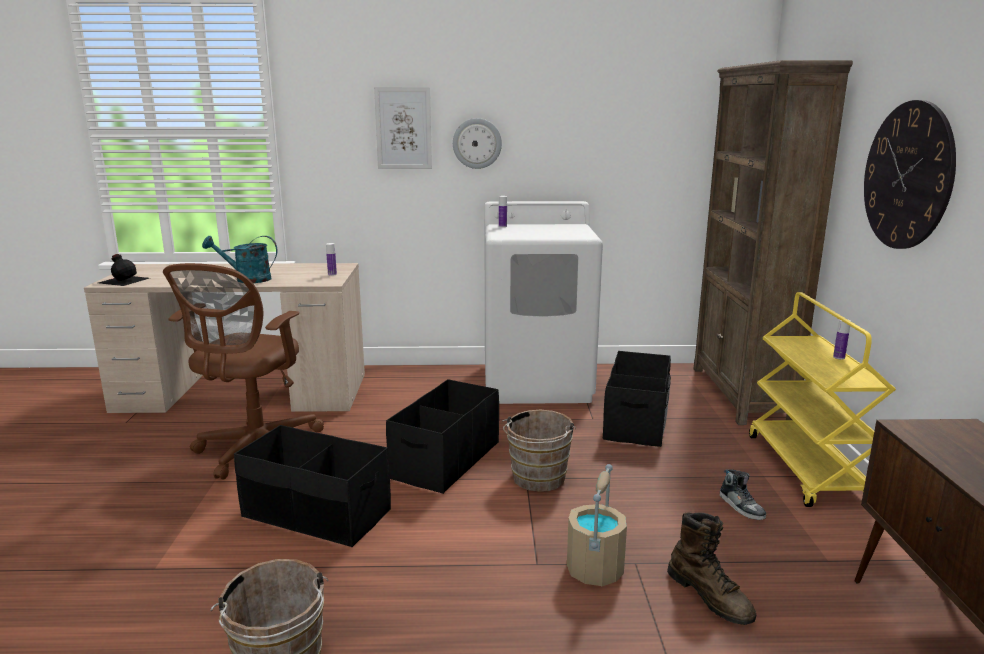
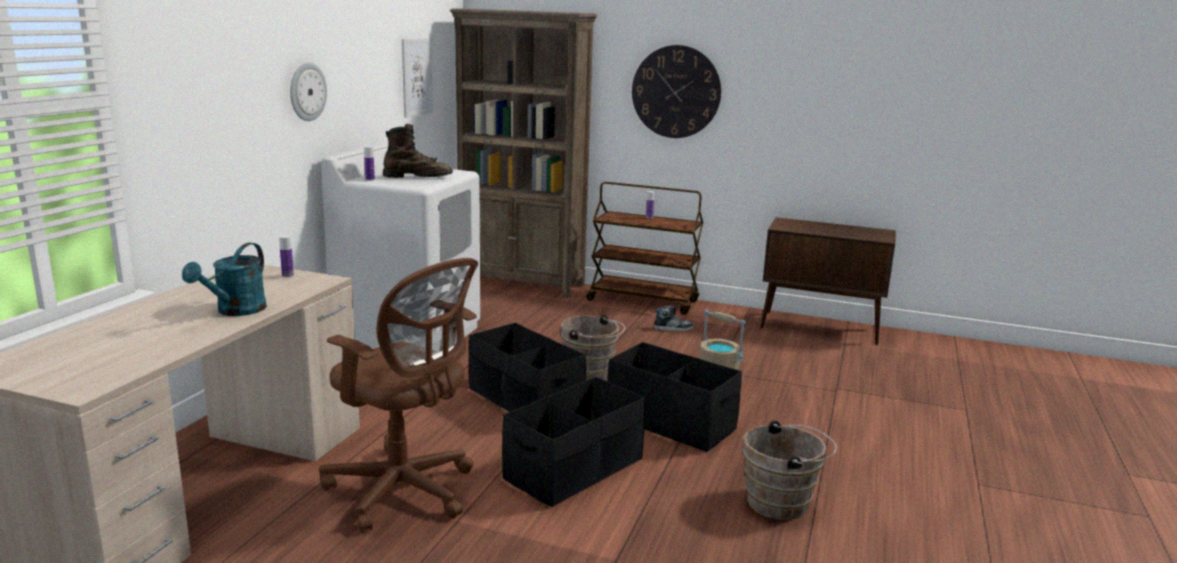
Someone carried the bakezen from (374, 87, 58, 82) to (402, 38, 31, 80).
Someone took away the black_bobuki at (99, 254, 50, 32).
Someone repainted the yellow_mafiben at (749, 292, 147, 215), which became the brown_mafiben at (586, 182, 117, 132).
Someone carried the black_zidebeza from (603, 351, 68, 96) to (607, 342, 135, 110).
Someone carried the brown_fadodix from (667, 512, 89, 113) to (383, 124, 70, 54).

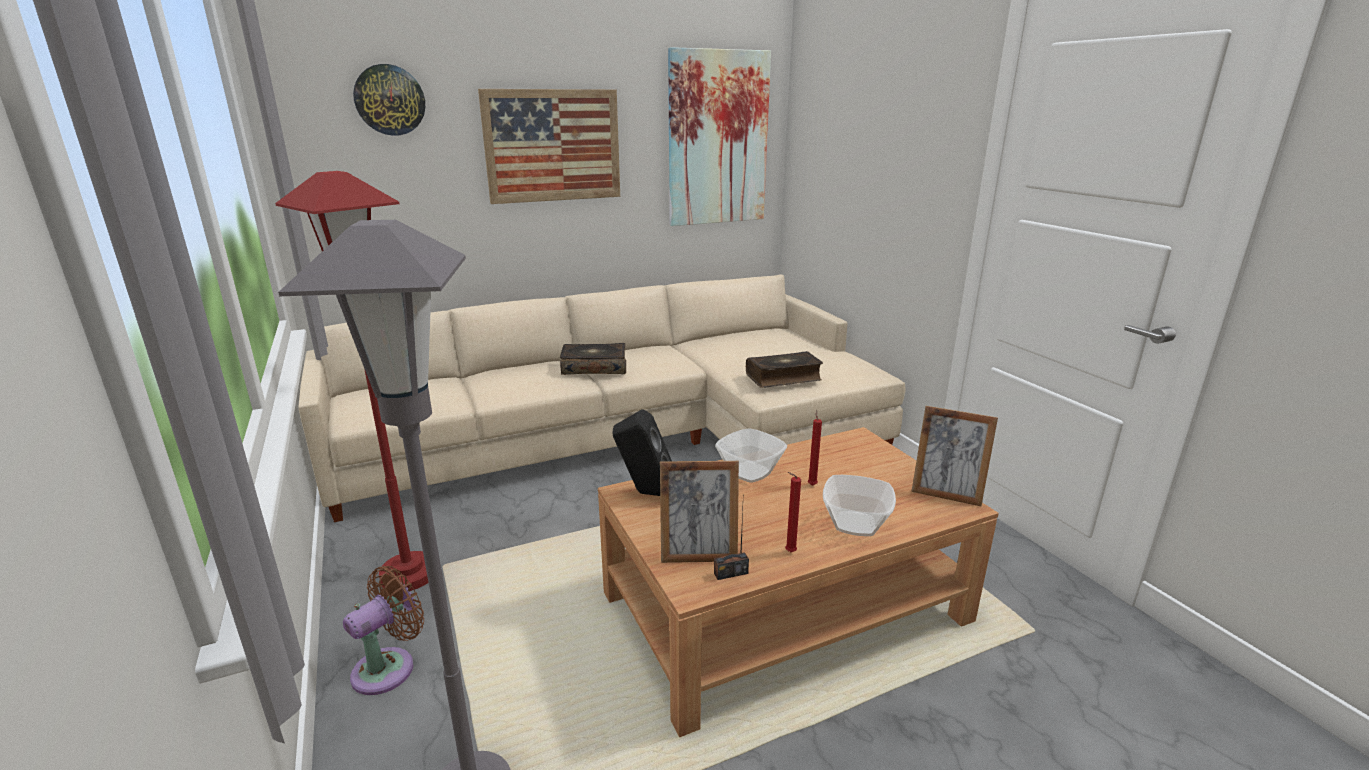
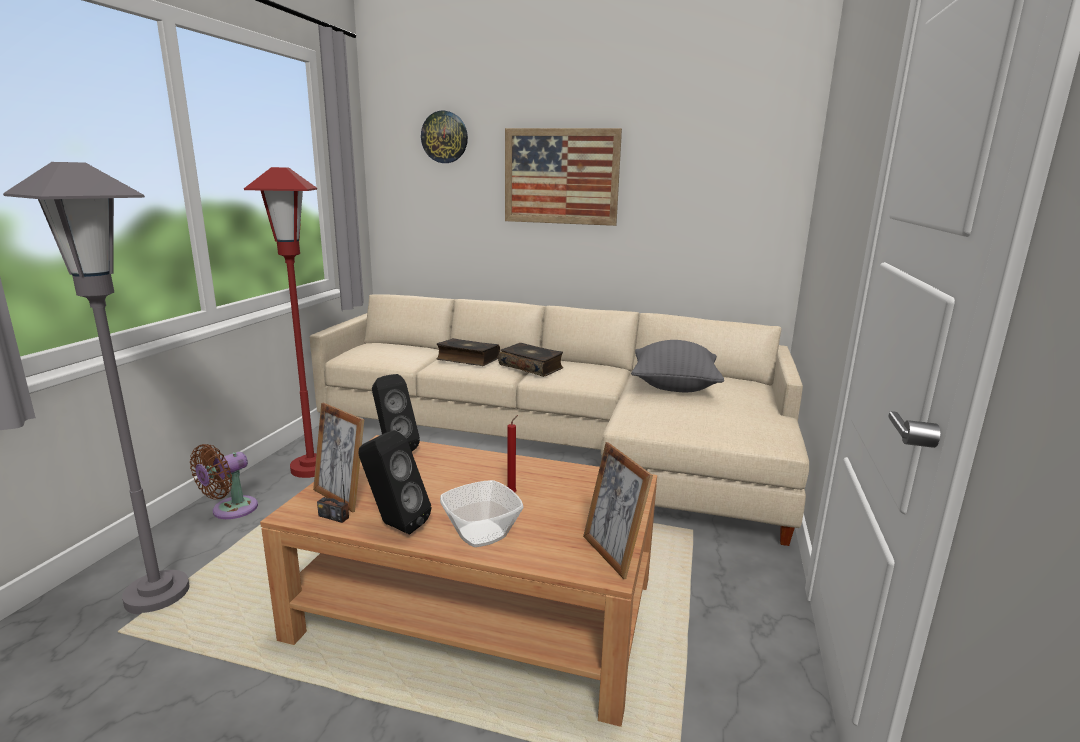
Someone took away the bakezen at (668, 47, 103, 179).
Someone carried the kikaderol from (746, 351, 77, 37) to (437, 338, 63, 28).
Someone took away the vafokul at (715, 428, 72, 55).
Someone swapped the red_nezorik at (785, 472, 16, 80) for the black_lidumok at (358, 430, 73, 104).
Someone rotated the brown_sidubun at (343, 566, 81, 129) by 135 degrees clockwise.
Someone put down the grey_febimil at (631, 340, 93, 52).

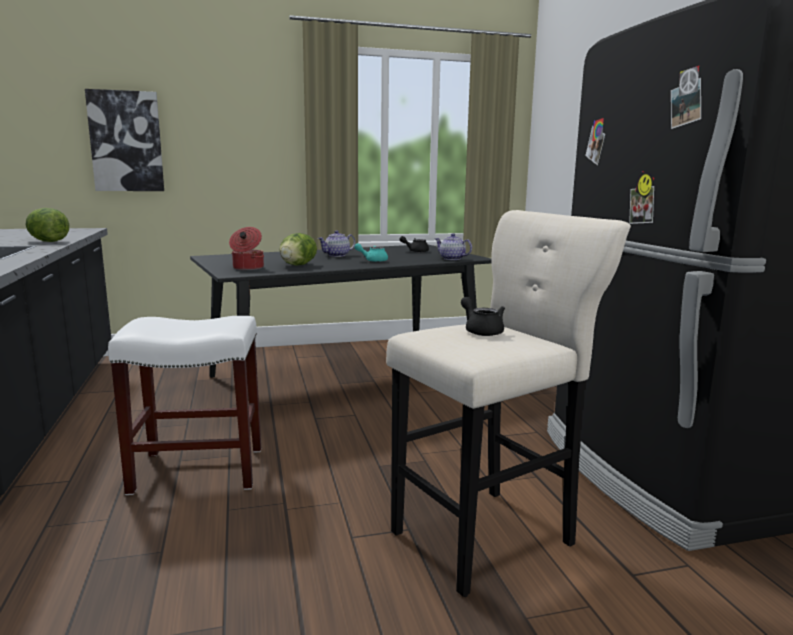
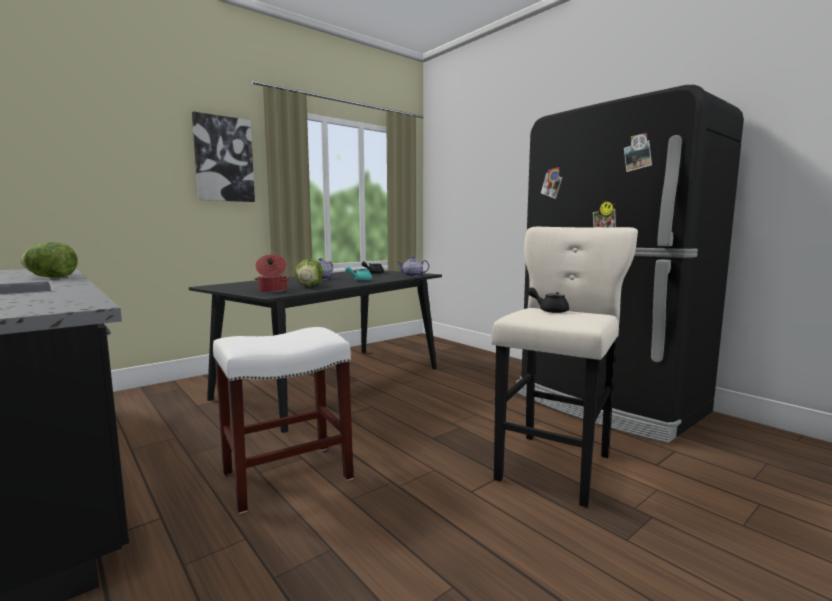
Someone carried the bakezen from (85, 89, 79, 102) to (192, 112, 63, 90).

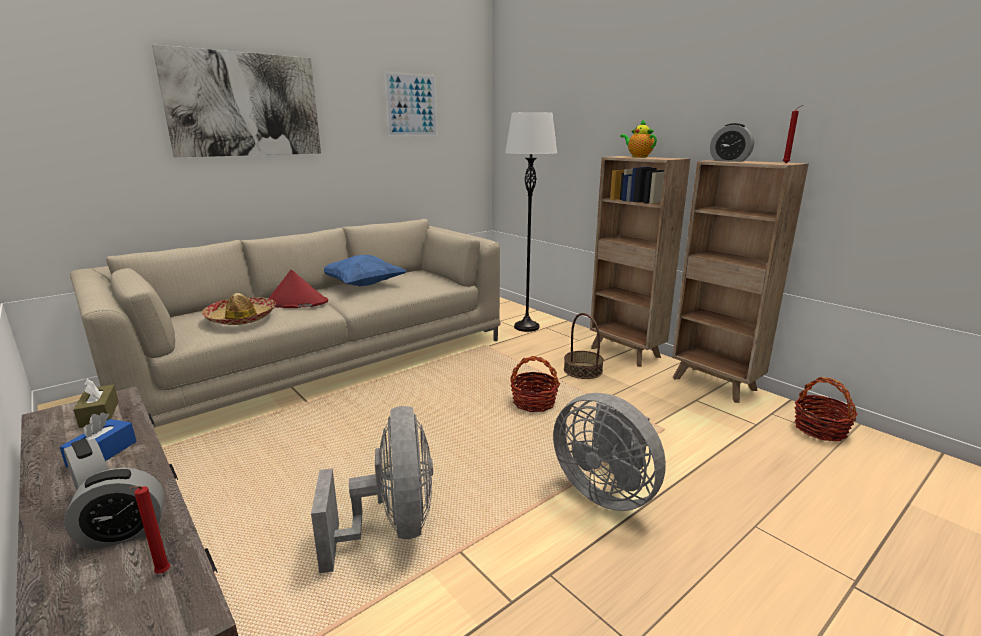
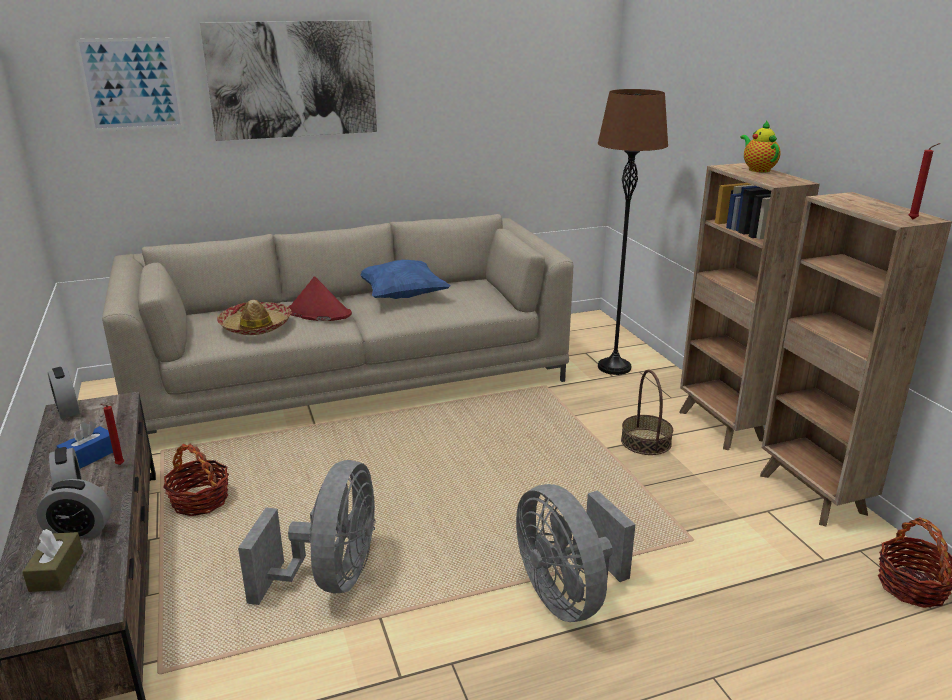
Someone carried the bakezen from (384, 71, 54, 66) to (75, 37, 109, 95).
Someone repainted the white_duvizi at (505, 112, 52, 220), which became the brown_duvizi at (598, 89, 70, 286).
Someone carried the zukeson from (710, 123, 44, 39) to (48, 367, 32, 52).
Someone carried the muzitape from (510, 356, 50, 56) to (163, 443, 66, 73).
Someone carried the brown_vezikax from (73, 379, 46, 49) to (22, 529, 61, 63).
Someone carried the red_nezorik from (129, 486, 41, 88) to (99, 404, 25, 61).

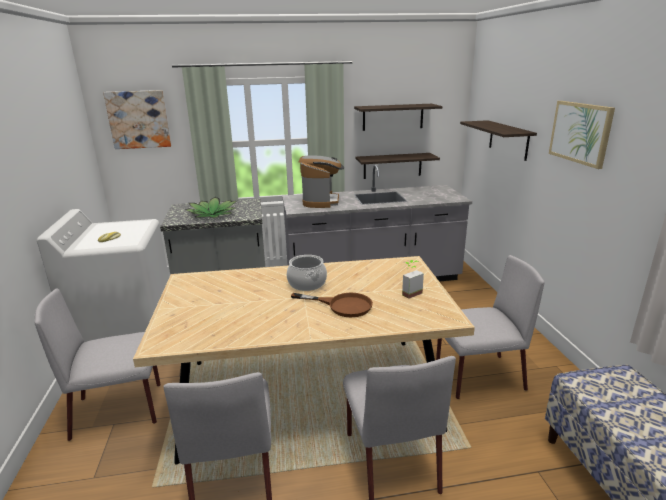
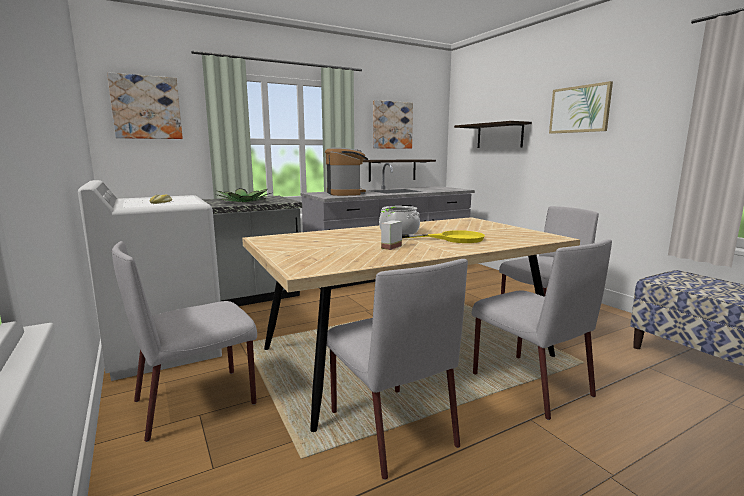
Someone swapped the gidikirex at (354, 104, 88, 27) for the bakezen at (373, 100, 40, 49).
Someone carried the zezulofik from (402, 260, 22, 39) to (381, 207, 21, 43).
Someone repainted the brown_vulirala at (291, 292, 82, 25), which became the yellow_vulirala at (402, 230, 83, 13).

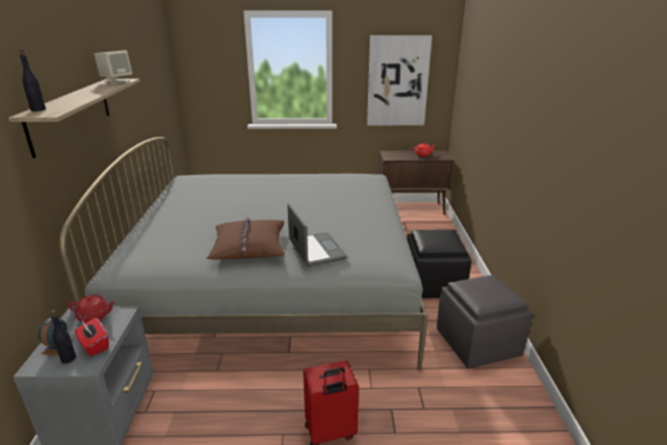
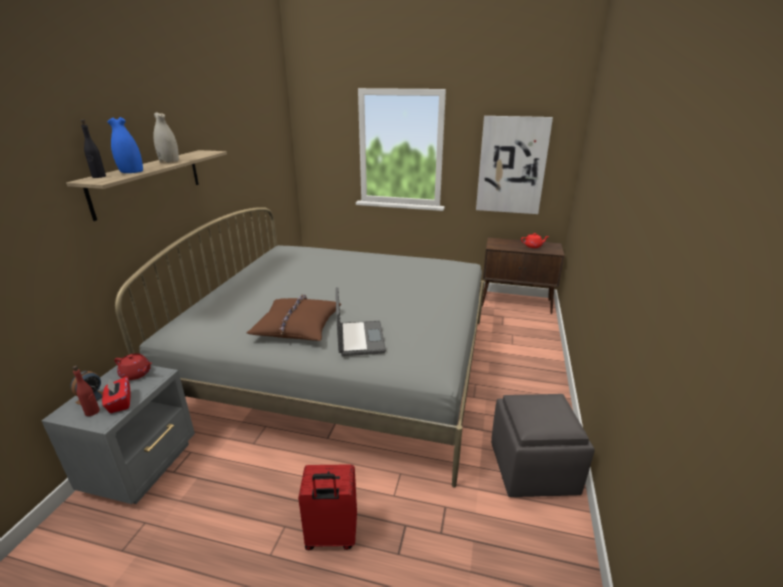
Someone took away the beige_lidumok at (94, 50, 38, 34).
Someone took away the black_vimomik at (407, 230, 64, 68).
Someone repainted the black_bobuki at (50, 310, 26, 54), which became the red_bobuki at (73, 366, 27, 50).
Someone put down the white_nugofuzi at (153, 113, 26, 50).
Someone put down the blue_nugofuzi at (108, 117, 35, 56).

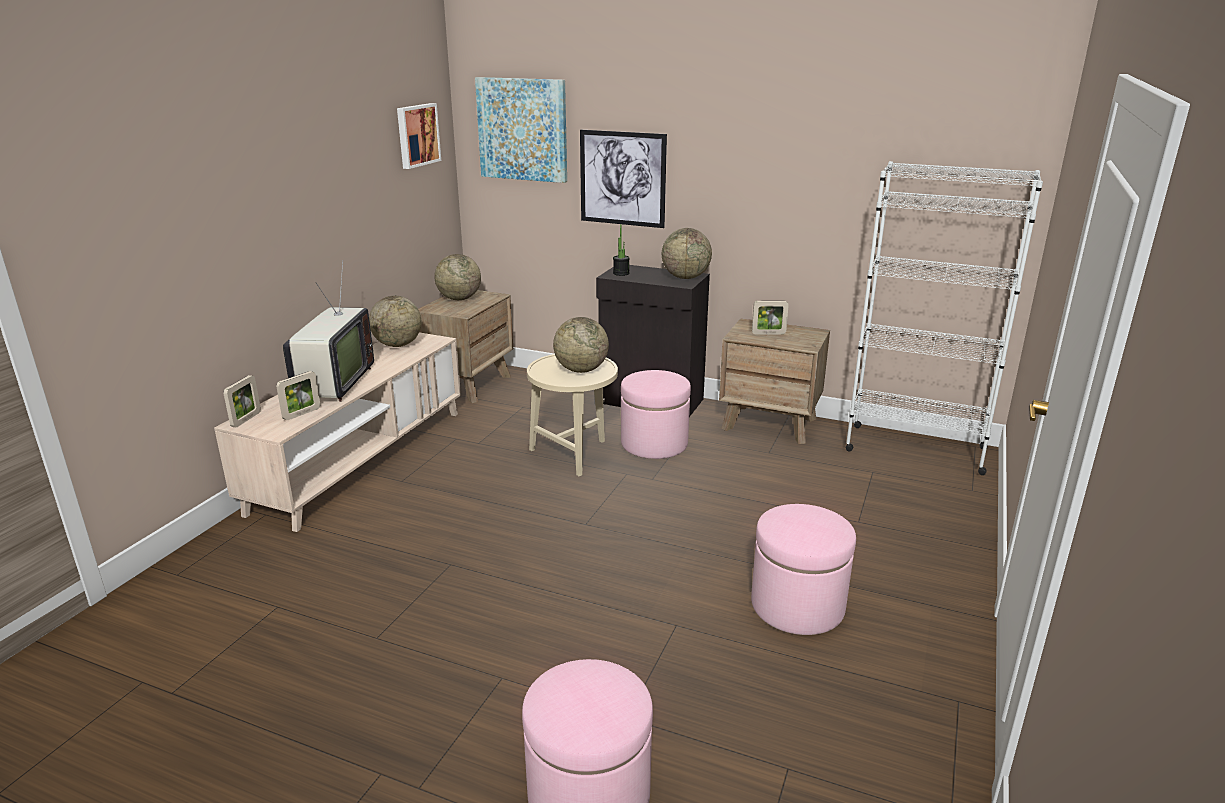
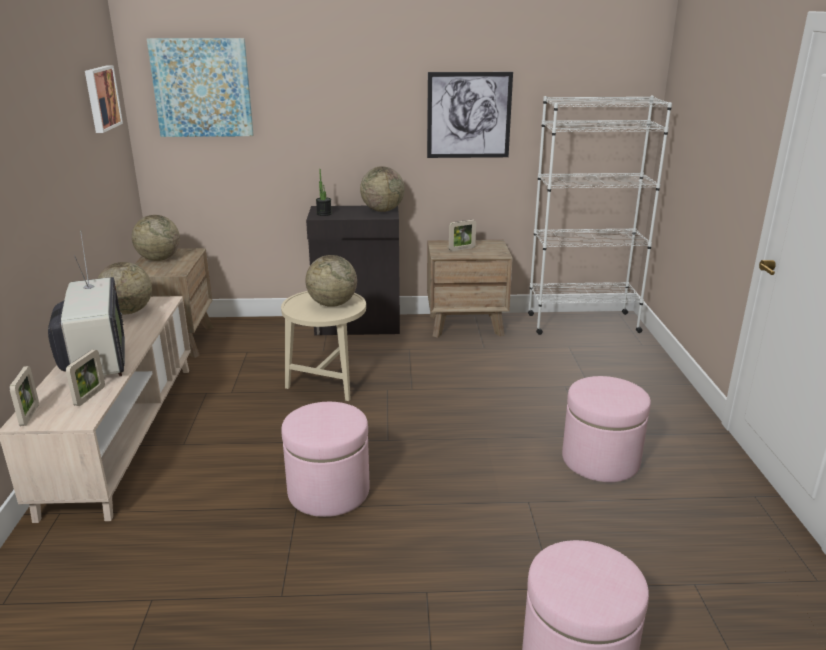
Someone carried the bakezen from (580, 130, 87, 98) to (427, 72, 86, 86).
Someone carried the pink_vimomik from (621, 370, 70, 89) to (281, 402, 89, 115).

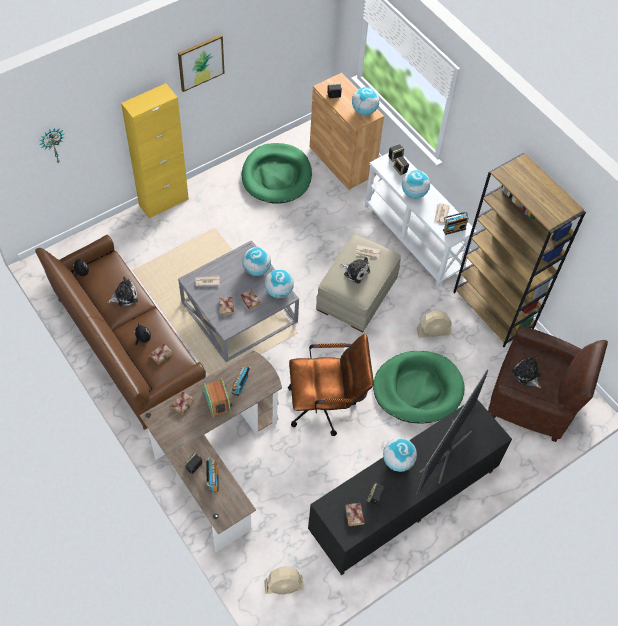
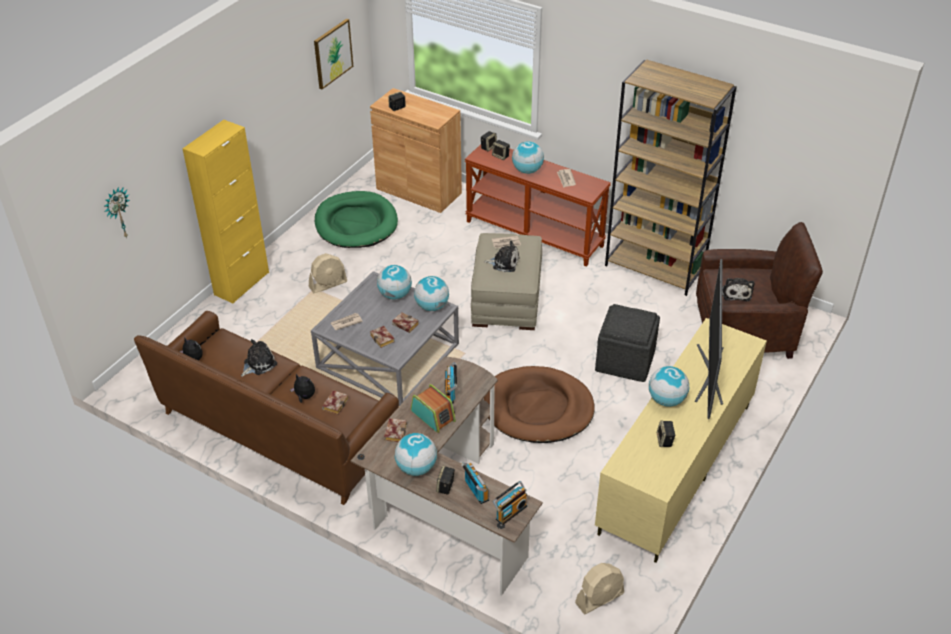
Someone carried the bakezen from (178, 35, 47, 57) to (314, 19, 39, 70).
Someone carried the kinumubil from (352, 87, 27, 28) to (395, 433, 42, 43).
Someone repainted the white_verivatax at (365, 153, 112, 134), which became the brown_verivatax at (465, 144, 146, 123).
Someone carried the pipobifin from (443, 212, 26, 23) to (492, 481, 35, 44).
Someone carried the beige_sidubun from (417, 310, 35, 28) to (309, 253, 38, 40).
Someone swapped the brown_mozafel at (288, 334, 86, 102) for the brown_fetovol at (483, 366, 112, 77).
Someone swapped the green_fetovol at (373, 351, 91, 72) for the grey_vimomik at (595, 304, 65, 78).
Someone rotated the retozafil at (512, 356, 29, 32) by 120 degrees counterclockwise.
Someone repainted the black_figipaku at (308, 399, 204, 177), which became the beige_figipaku at (595, 318, 172, 245).
Someone took away the kikaderol at (345, 503, 19, 23).

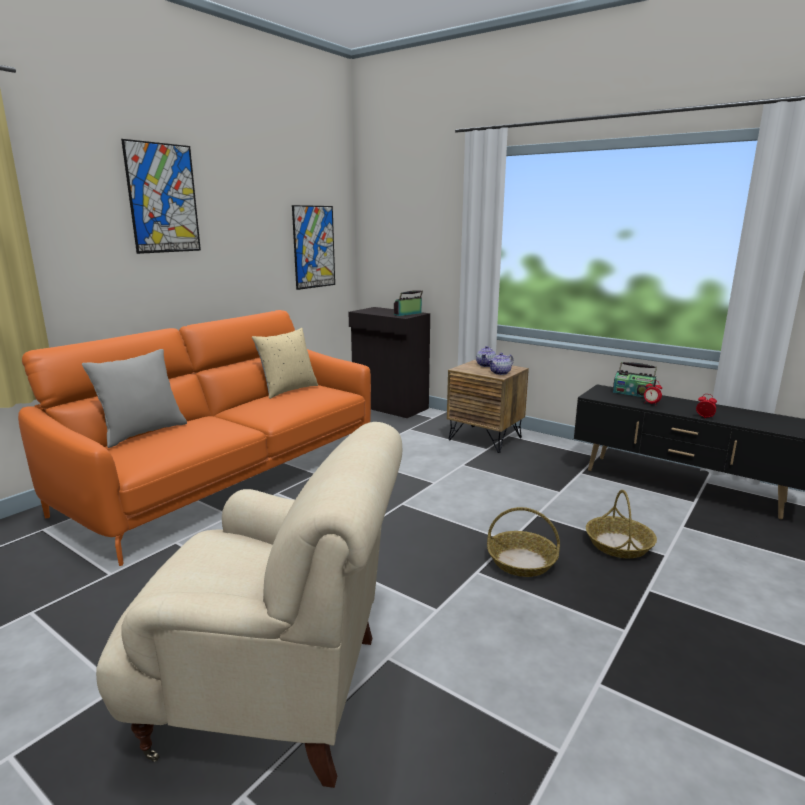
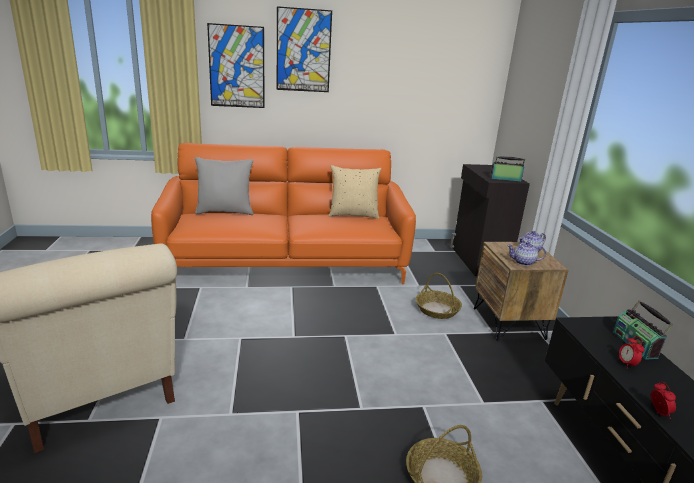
Someone carried the bakezen from (292, 205, 43, 85) to (207, 23, 58, 85).
Someone carried the muzitape from (487, 507, 73, 70) to (416, 273, 46, 46).

